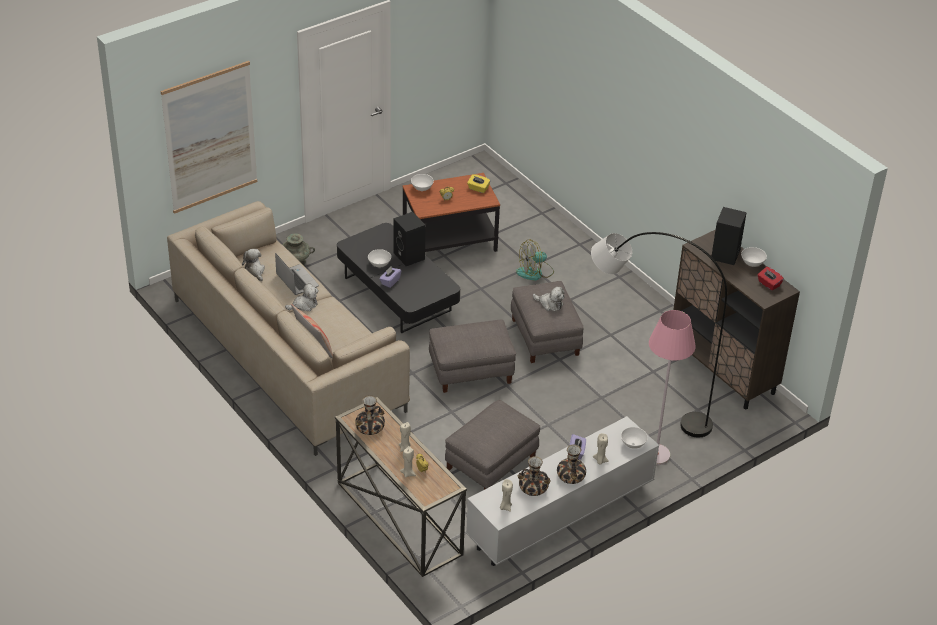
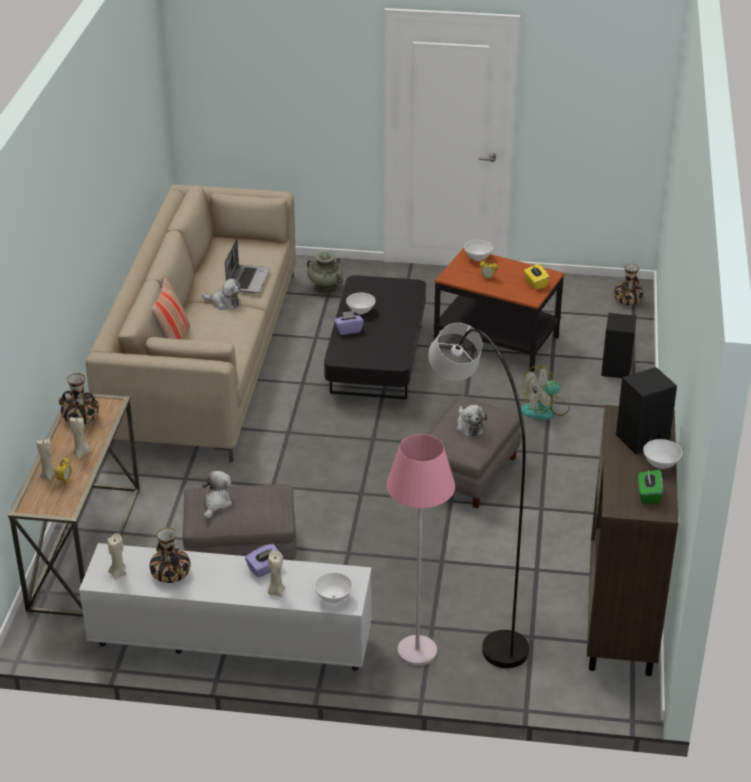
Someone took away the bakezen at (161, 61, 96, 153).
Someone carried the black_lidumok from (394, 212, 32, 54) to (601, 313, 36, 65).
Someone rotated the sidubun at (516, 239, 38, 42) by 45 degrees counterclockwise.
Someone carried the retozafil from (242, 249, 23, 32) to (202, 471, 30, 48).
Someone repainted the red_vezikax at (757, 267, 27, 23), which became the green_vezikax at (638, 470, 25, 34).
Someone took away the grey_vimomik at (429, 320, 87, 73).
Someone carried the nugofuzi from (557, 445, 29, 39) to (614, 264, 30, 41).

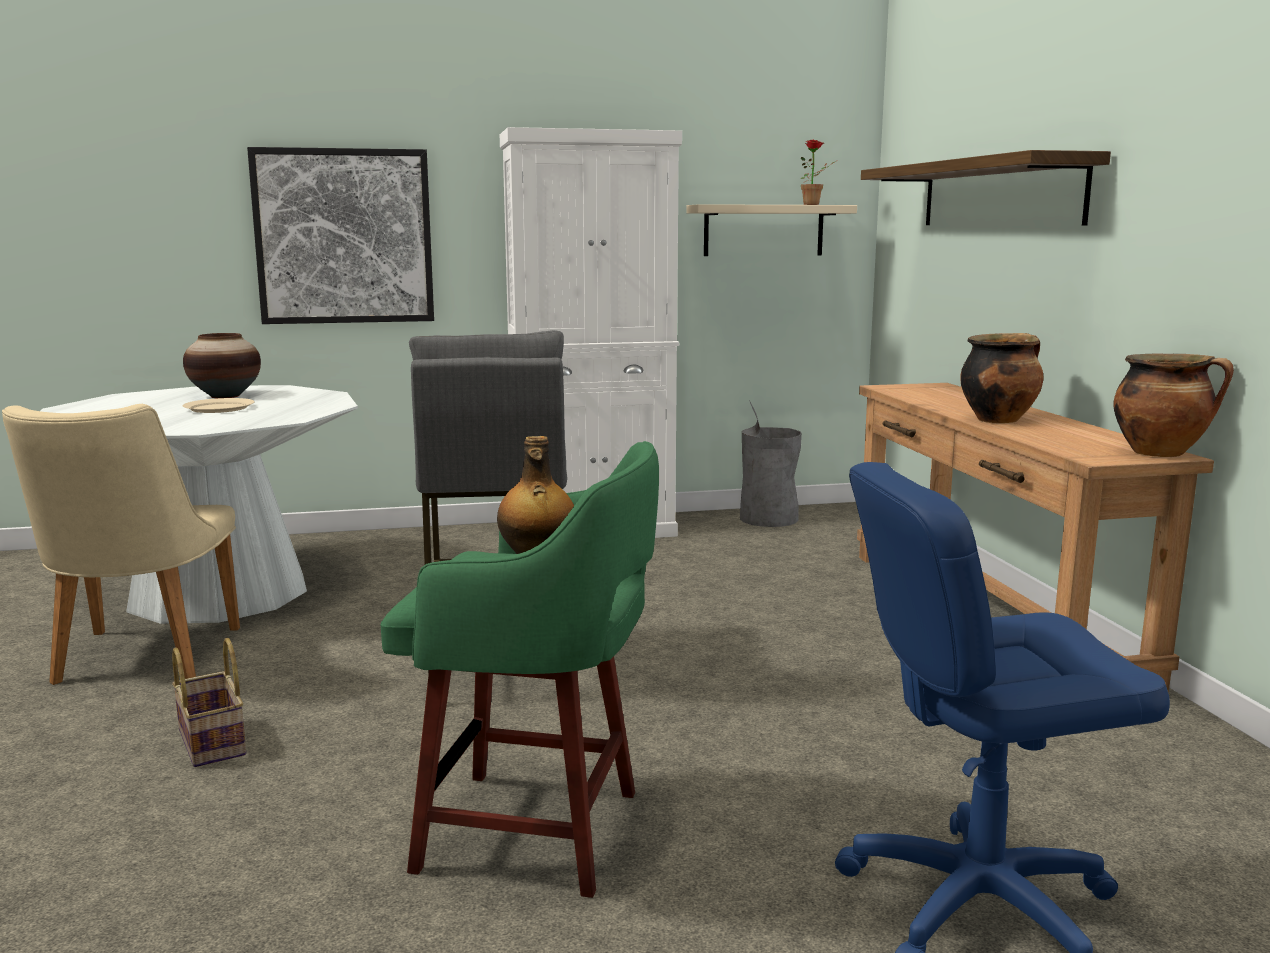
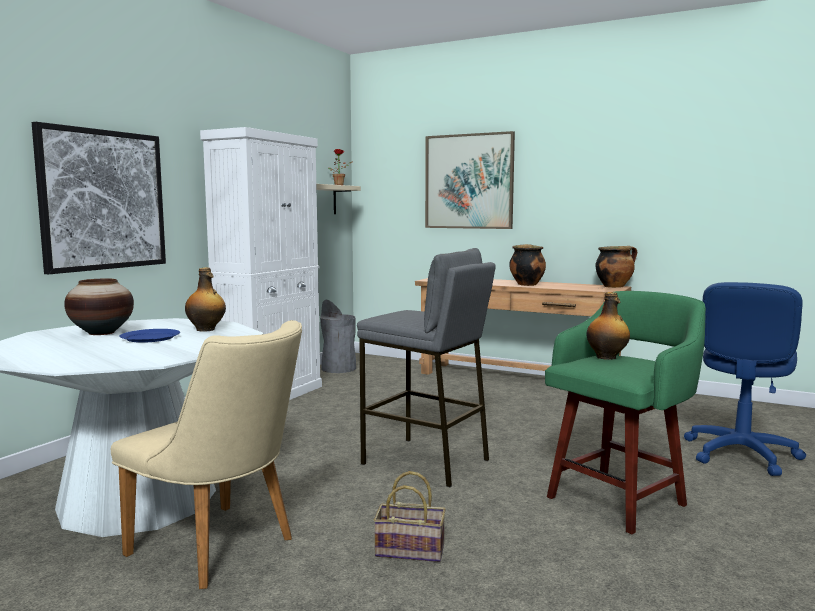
Someone swapped the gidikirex at (861, 150, 250, 75) for the bakezen at (425, 131, 90, 98).
Someone repainted the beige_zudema at (183, 398, 72, 15), which became the blue_zudema at (119, 329, 61, 14).
Someone put down the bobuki at (185, 268, 41, 64).

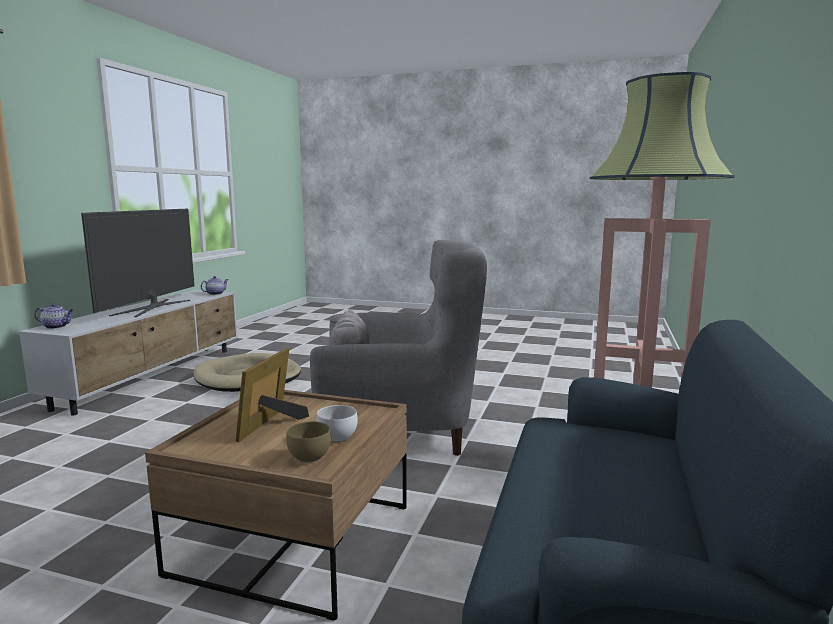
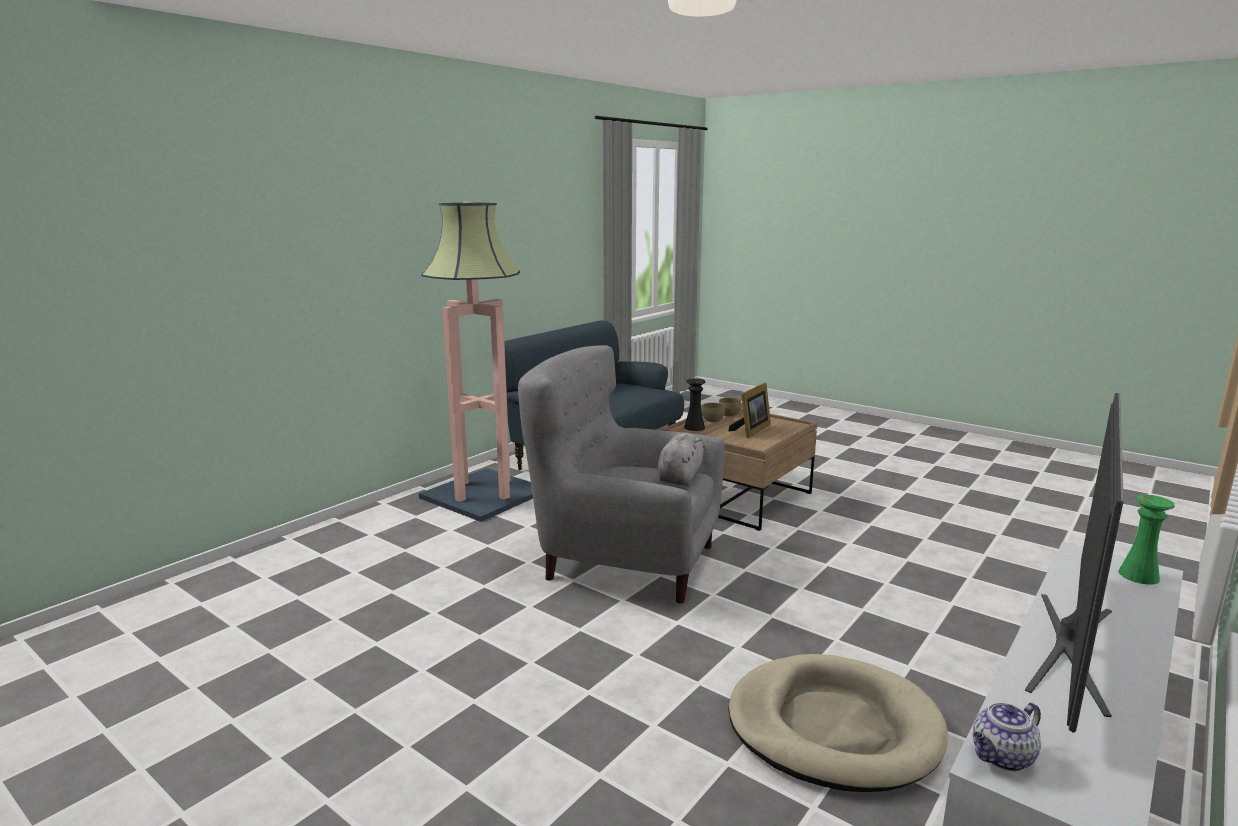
Someone swapped the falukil at (35, 303, 38, 26) for the green_nugofuzi at (1118, 495, 57, 90).
Someone repainted the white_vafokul at (316, 405, 42, 37), which became the brown_vafokul at (702, 403, 23, 20).
Someone put down the black_nugofuzi at (684, 378, 22, 53).

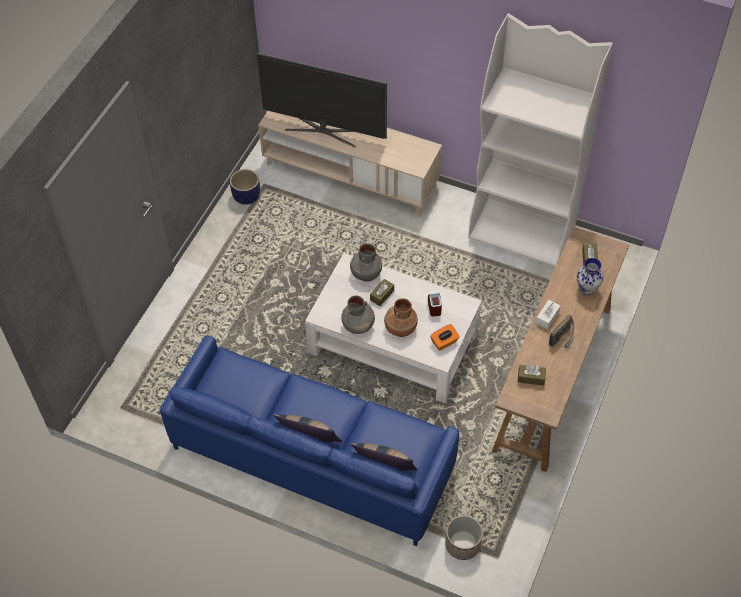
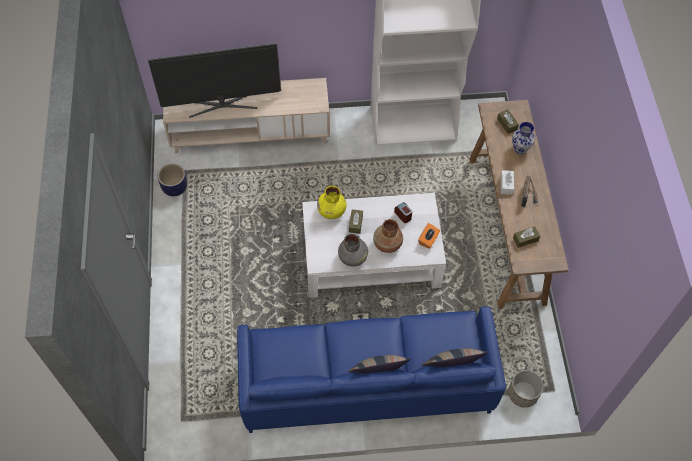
Someone repainted the grey_nugofuzi at (350, 243, 32, 38), which became the yellow_nugofuzi at (317, 186, 29, 33).

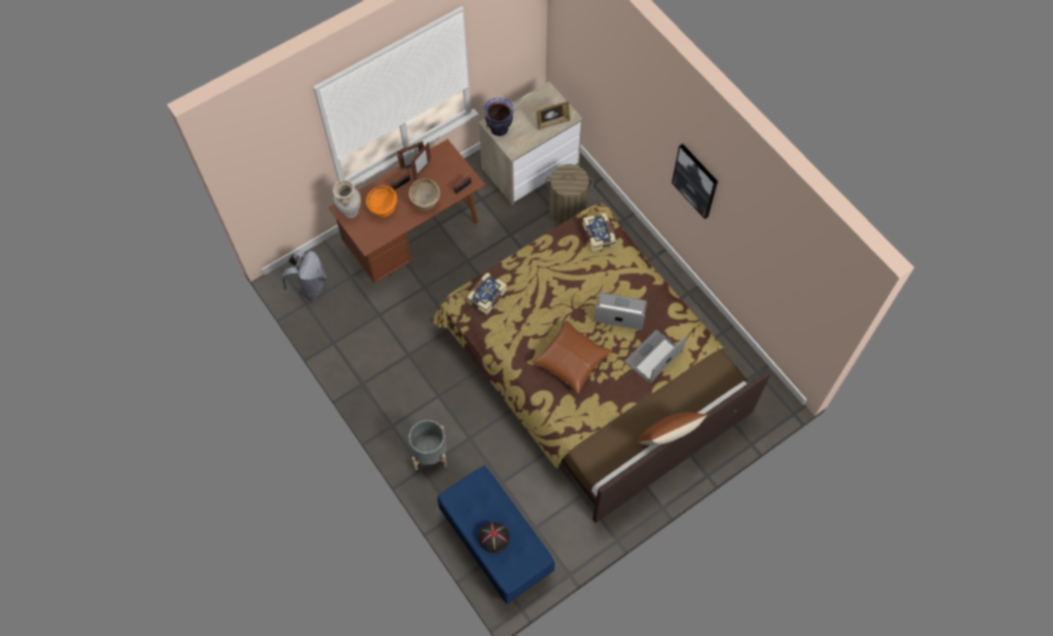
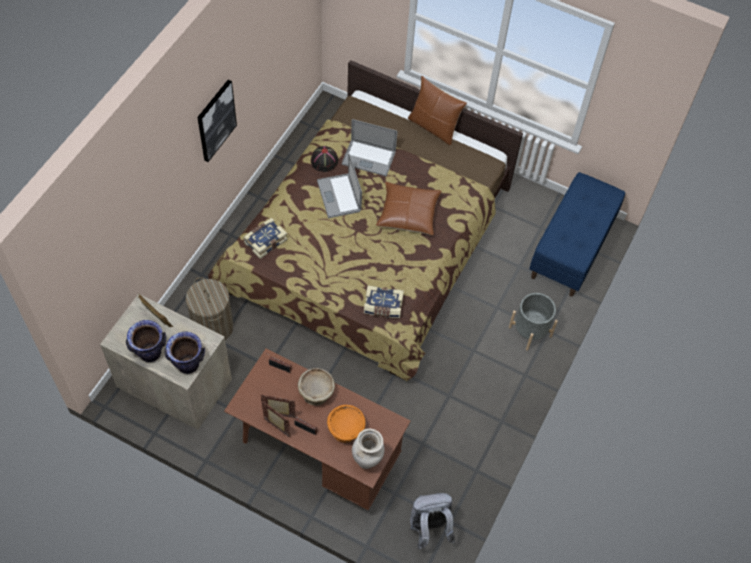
Someone carried the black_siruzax from (478, 522, 31, 31) to (311, 146, 27, 26).
Someone put down the nugofuzi at (126, 320, 40, 42).

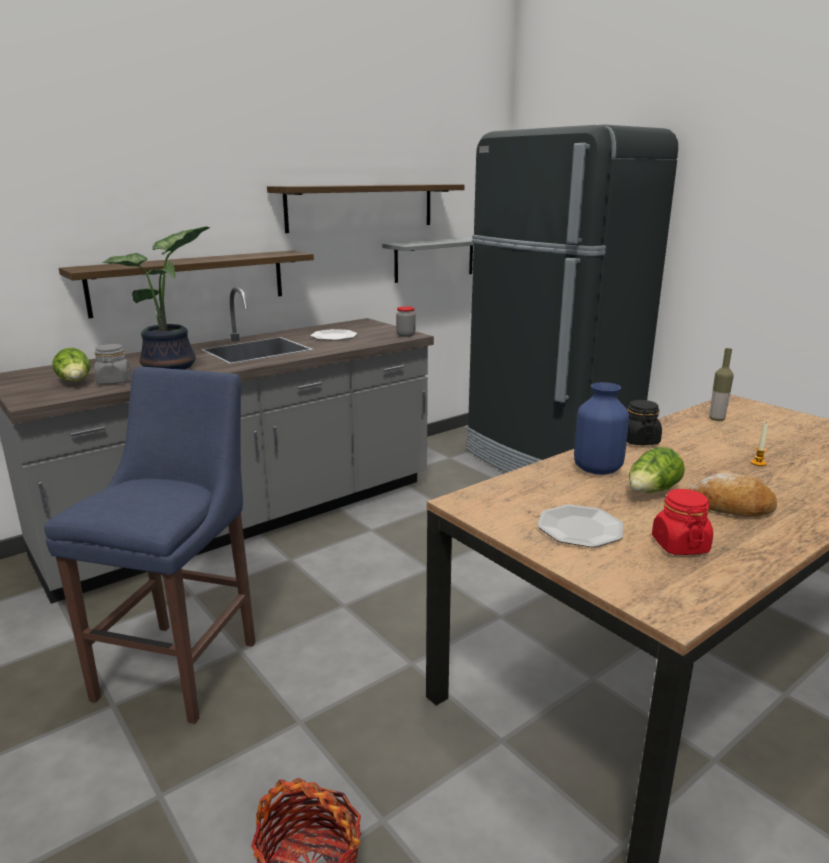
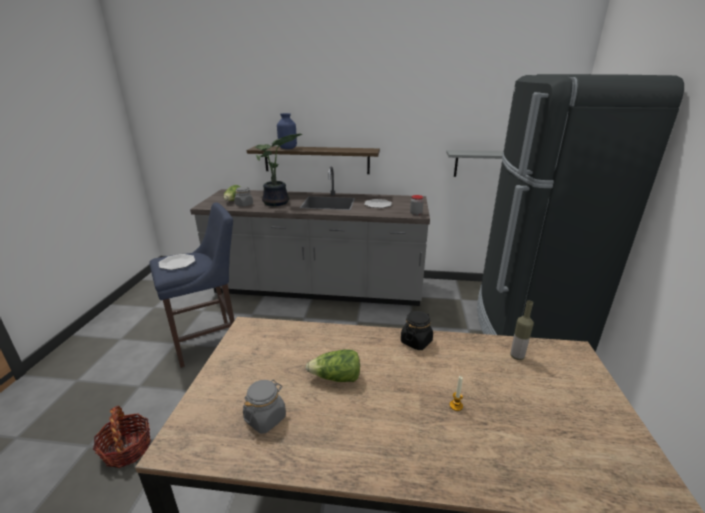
Someone took away the gidikirex at (267, 184, 198, 49).
Someone carried the blue_nugofuzi from (574, 382, 55, 93) to (277, 113, 20, 36).
Someone took away the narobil at (686, 473, 91, 43).
Someone repainted the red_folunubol at (652, 489, 61, 66), which became the grey_folunubol at (243, 380, 43, 54).
Someone carried the zudema from (537, 504, 87, 43) to (158, 254, 37, 16).

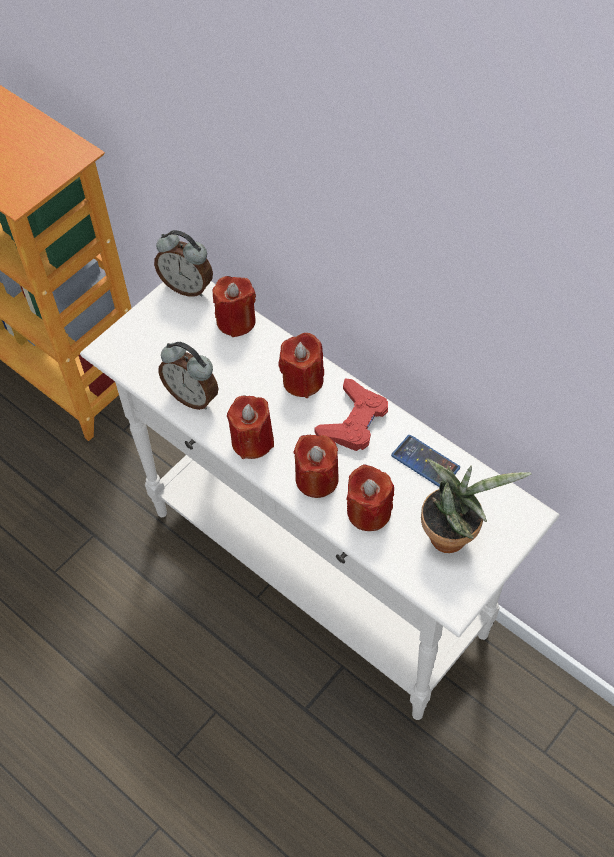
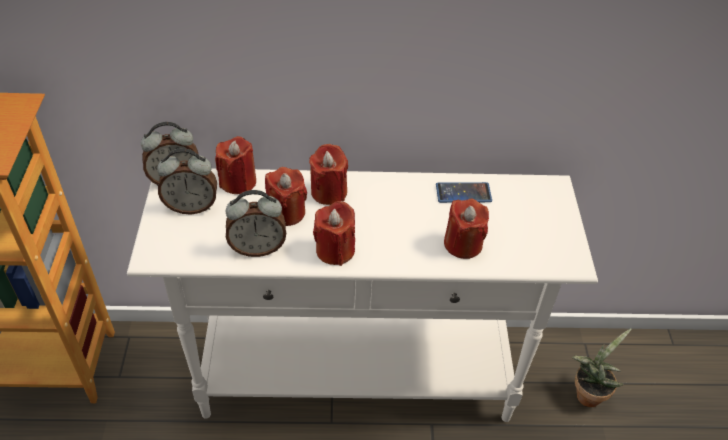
Someone took away the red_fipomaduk at (314, 378, 74, 73).
Someone carried the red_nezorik from (293, 435, 46, 63) to (265, 167, 42, 59).
Someone carried the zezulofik from (421, 458, 111, 95) to (572, 328, 60, 79).
Someone put down the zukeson at (157, 148, 60, 67).

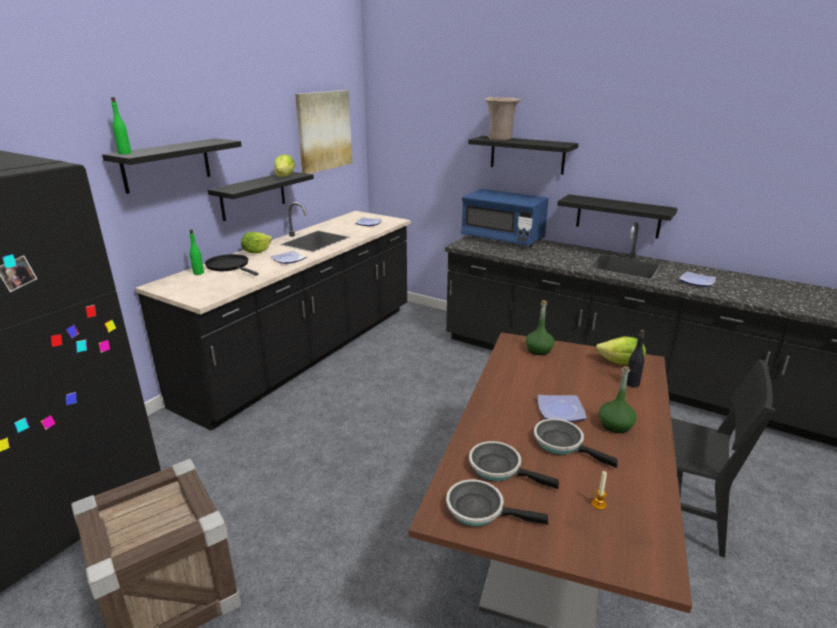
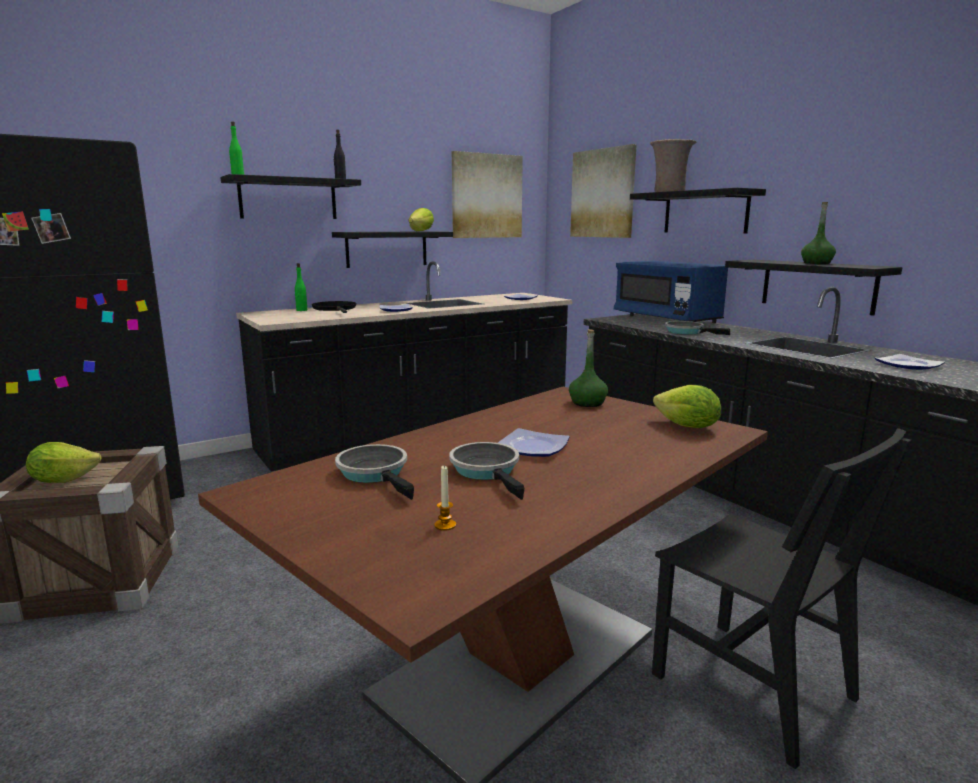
Someone carried the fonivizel from (241, 232, 31, 21) to (26, 442, 76, 41).
Someone carried the black_bobuki from (627, 330, 18, 58) to (334, 129, 12, 50).
Someone carried the green_bobuki from (599, 366, 38, 67) to (801, 202, 35, 62).
Someone carried the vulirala from (446, 479, 102, 47) to (665, 321, 65, 14).
Someone put up the bakezen at (570, 144, 67, 94).

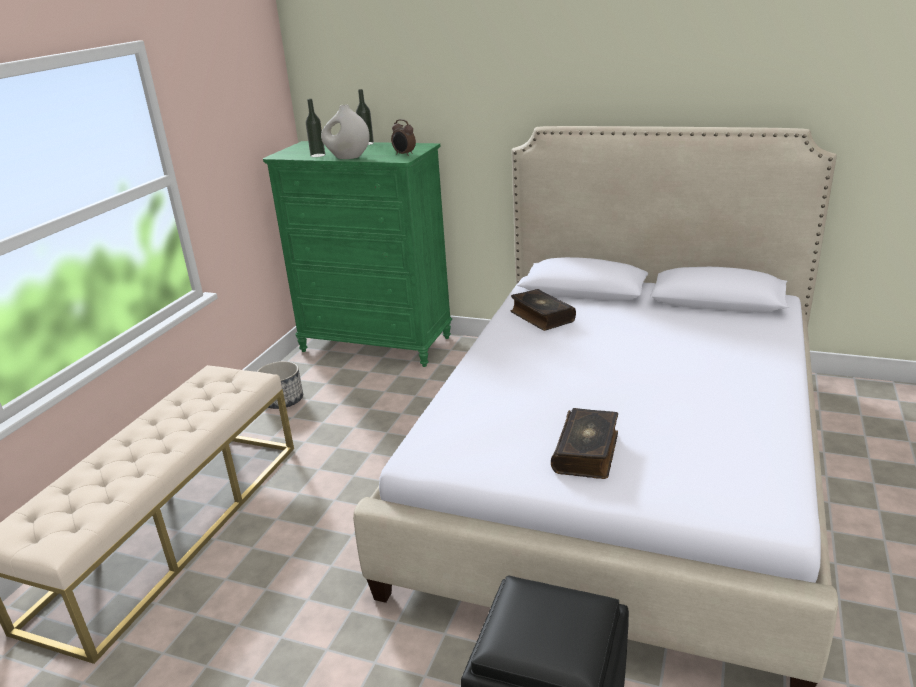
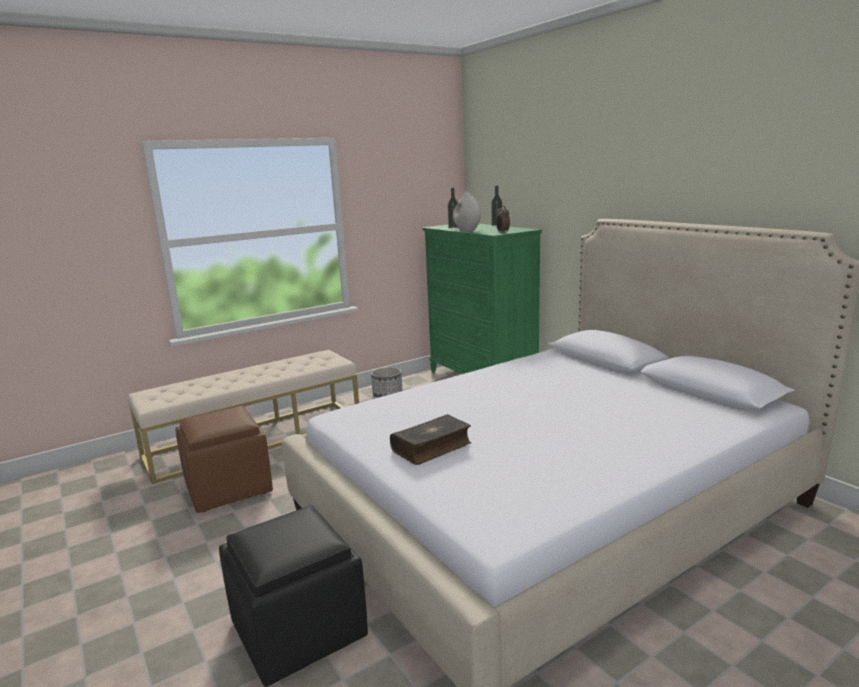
Someone took away the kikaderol at (511, 289, 65, 42).
Someone put down the brown_vimomik at (175, 406, 98, 107).

